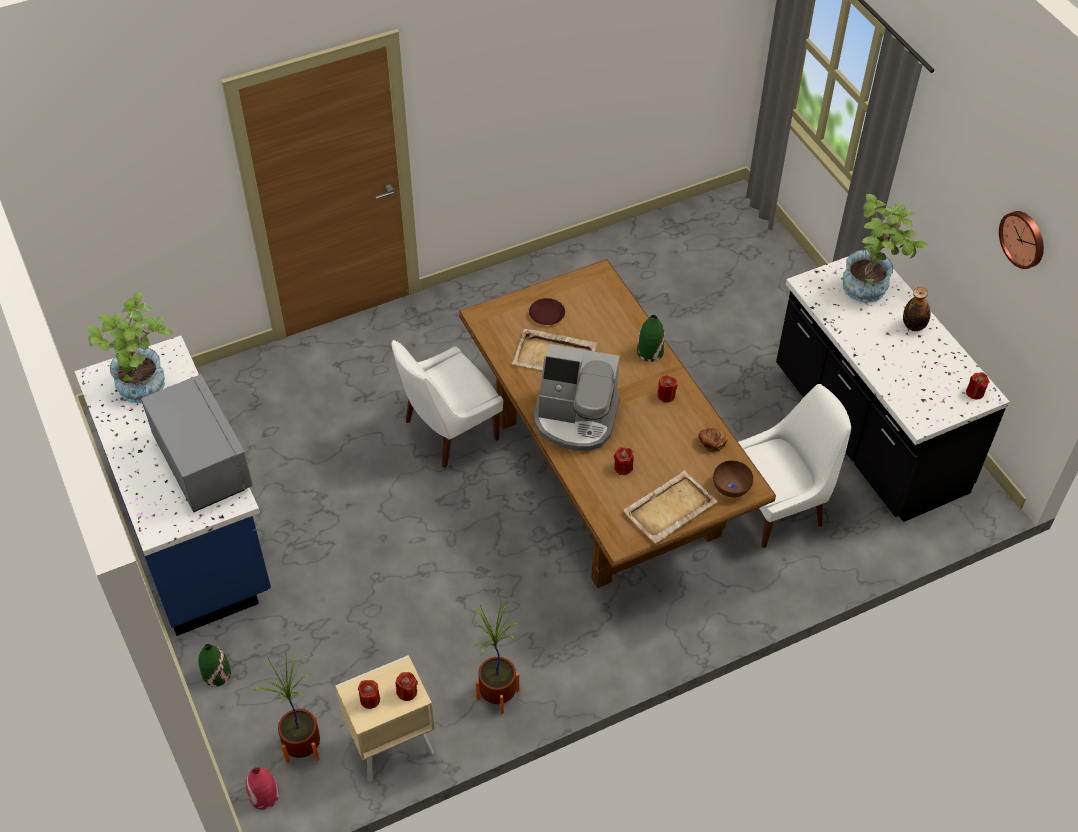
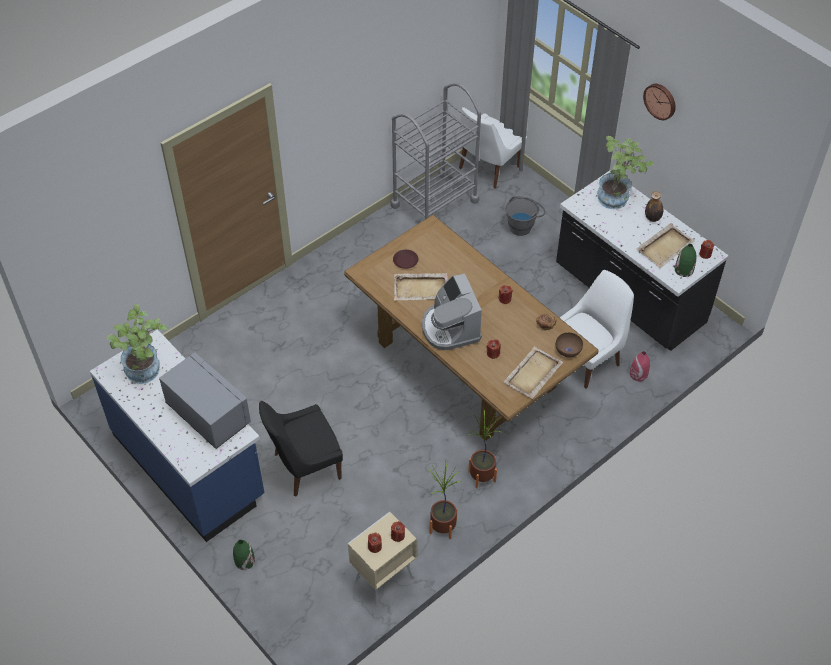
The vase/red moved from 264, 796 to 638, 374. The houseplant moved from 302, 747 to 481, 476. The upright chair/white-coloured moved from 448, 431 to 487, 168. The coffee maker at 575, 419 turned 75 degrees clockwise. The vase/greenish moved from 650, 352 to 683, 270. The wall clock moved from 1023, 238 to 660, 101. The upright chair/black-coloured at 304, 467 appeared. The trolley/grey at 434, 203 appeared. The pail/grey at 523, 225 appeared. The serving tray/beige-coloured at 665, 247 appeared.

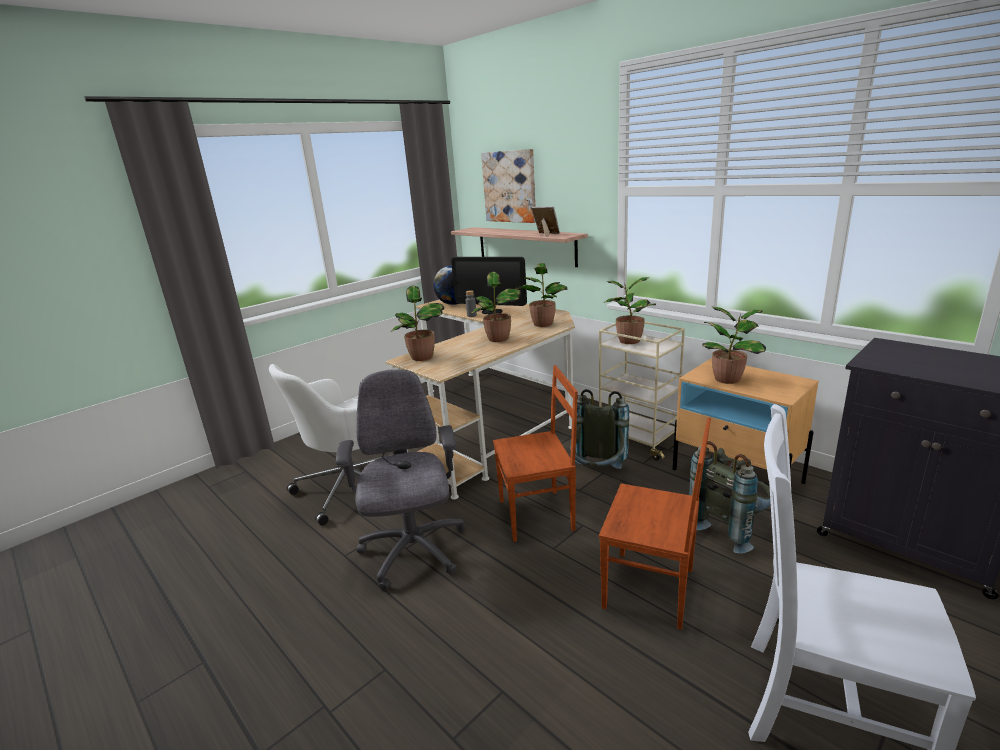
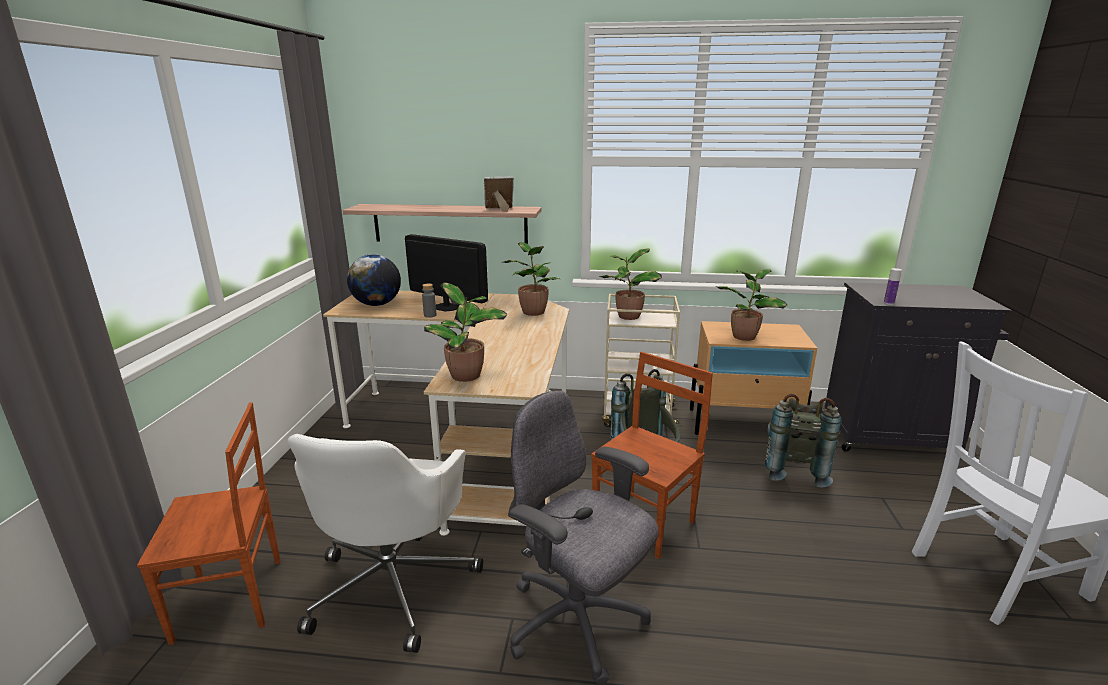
The computer display at 492, 311 turned 135 degrees counterclockwise. The houseplant at 499, 339 disappeared. The wall picture at 510, 186 disappeared. The upright chair/brown moved from 650, 590 to 231, 600. The drink bottle at 888, 303 appeared.

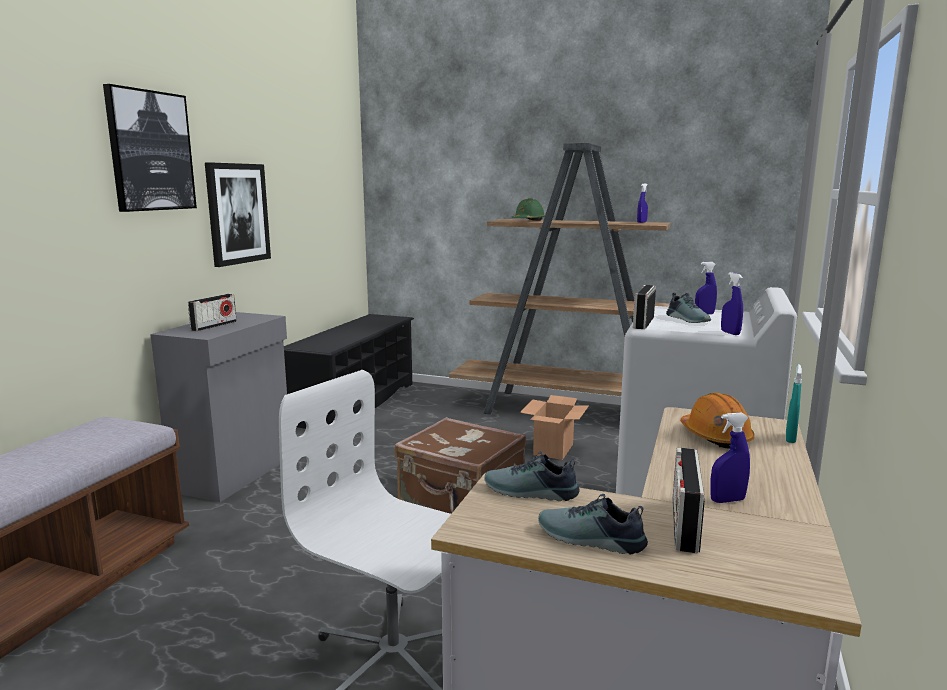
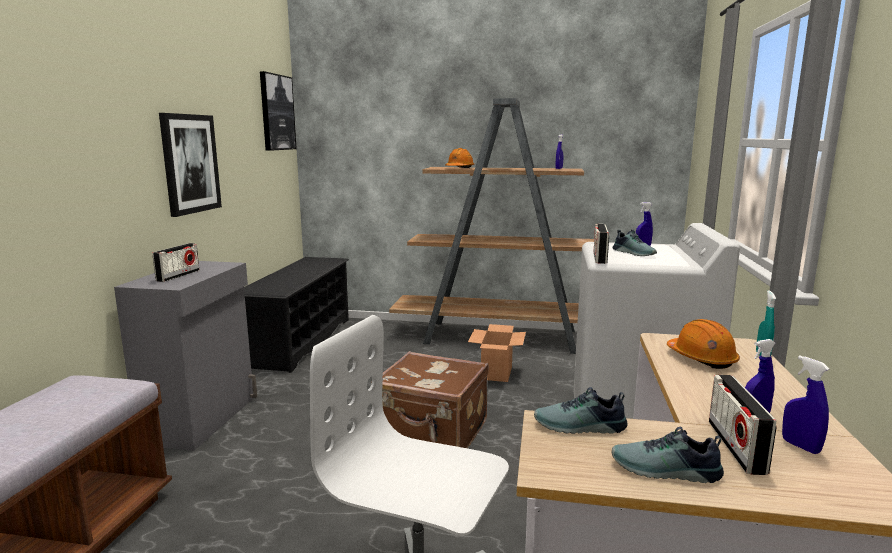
The wall picture moved from 150, 151 to 277, 112. The safety helmet/greenish at 528, 221 became the safety helmet/orange-coloured at 459, 168. The sprayer/bluish moved from 730, 333 to 800, 446.

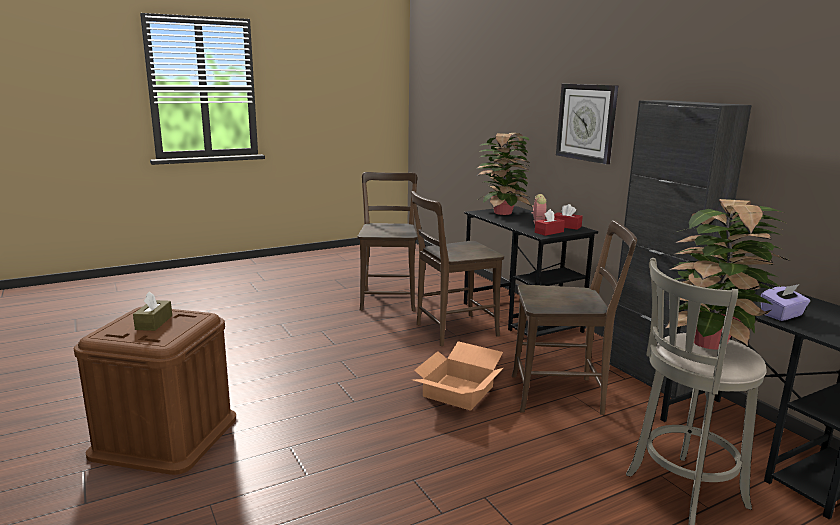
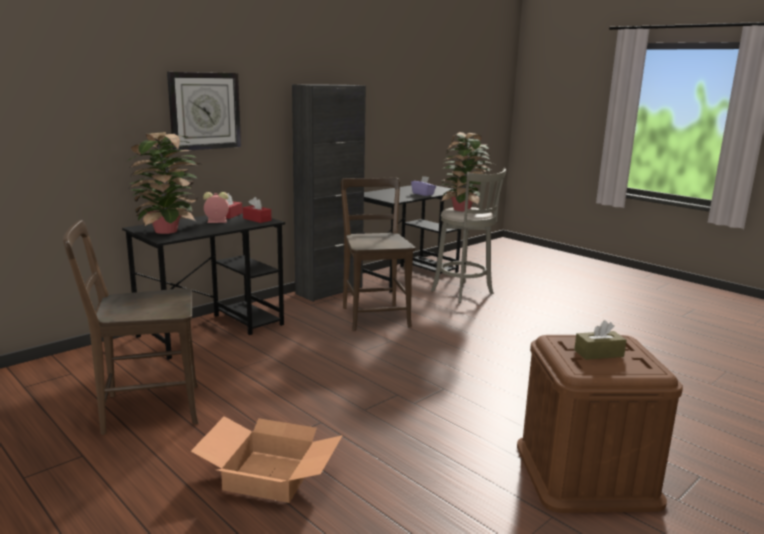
The upright chair/brown at 452, 330 disappeared. The cardboard box moved from 458, 392 to 271, 475.

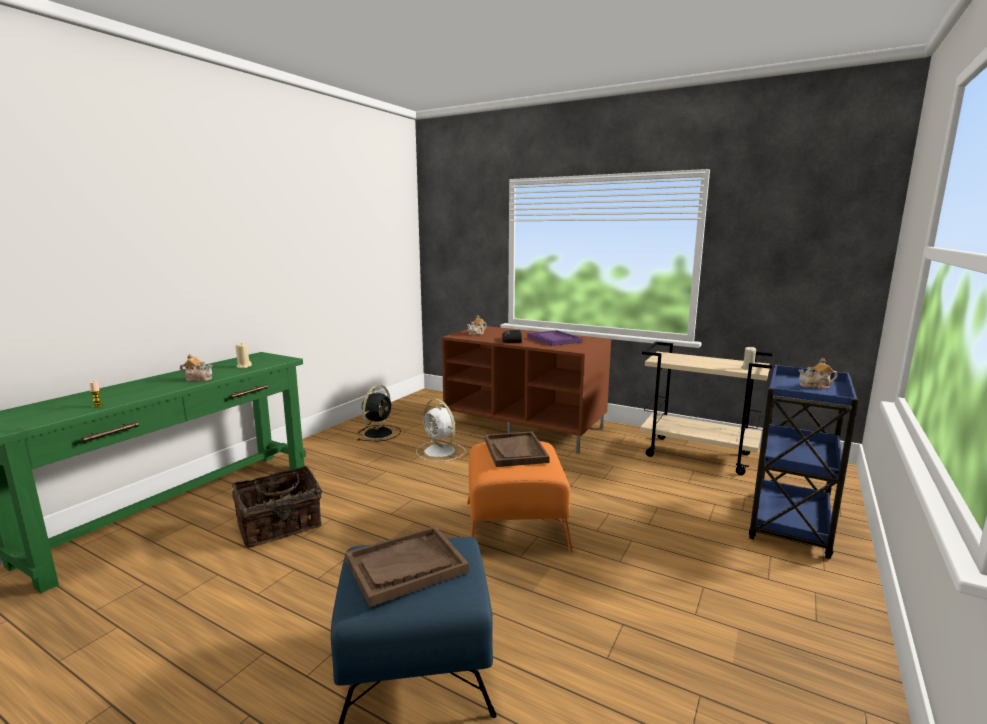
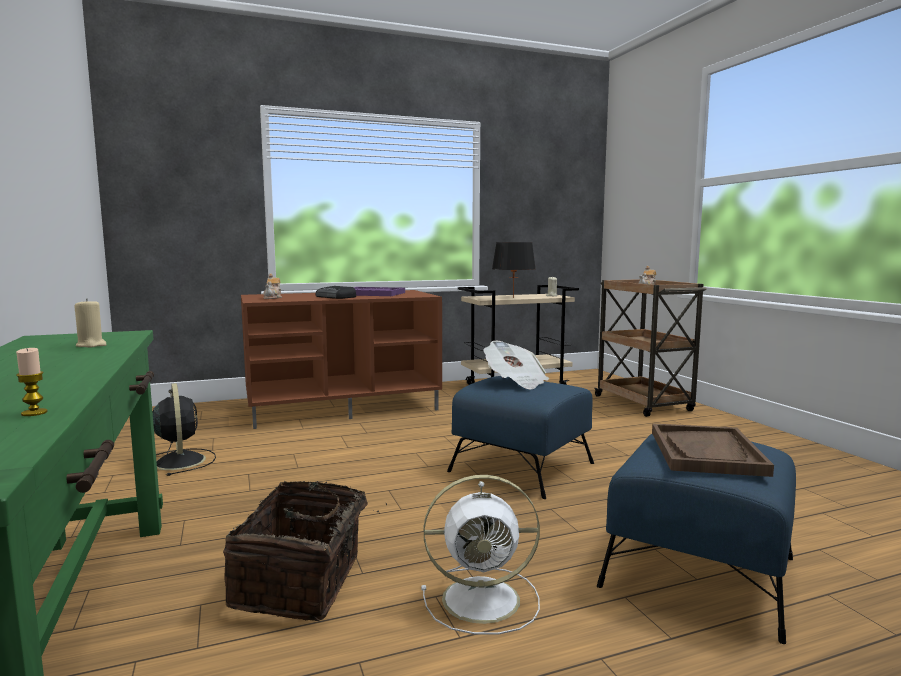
The tea pot at 198, 379 disappeared. The electric fan/white-coloured moved from 440, 452 to 484, 599. The footrest/orange-coloured at 515, 526 became the footrest/bluish at 522, 467. The serving tray/brown at 515, 451 was replaced by the printed paper at 515, 382. The trolley/bluish at 790, 525 became the trolley/brown at 644, 404. The lamp for a table/black-coloured at 513, 297 appeared.

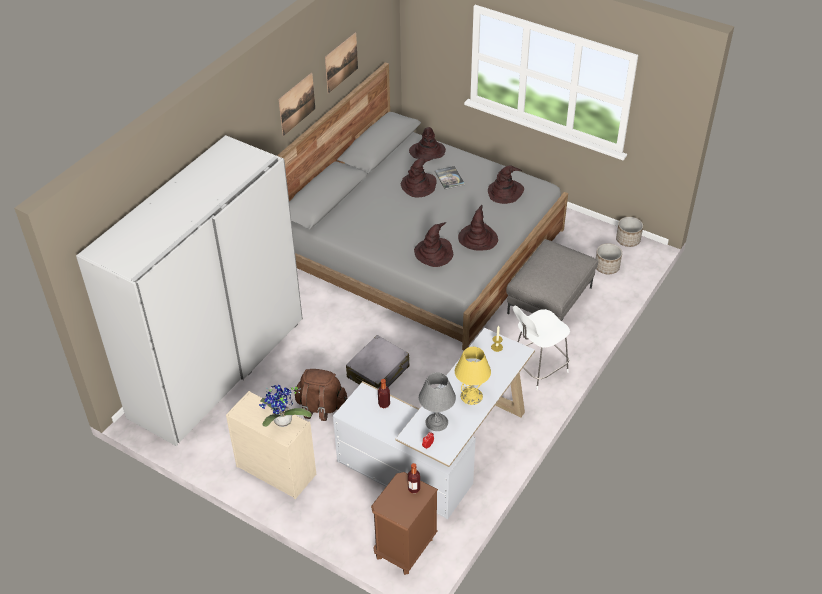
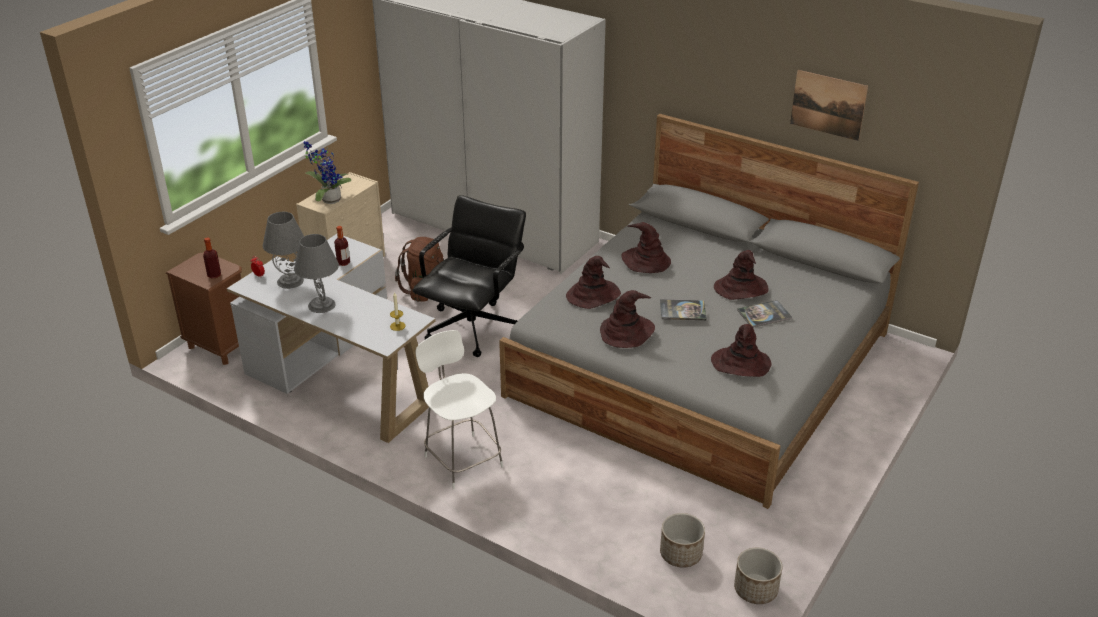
The wall picture at 297, 104 disappeared. The travel case/grey at 378, 372 was replaced by the computer chair/black-coloured at 473, 328. The clothing hat/brown moved from 427, 151 to 646, 261. The lamp for a table/yellow-coloured at 471, 396 became the lamp for a table/grey at 321, 305. The footrest/grey at 549, 300 disappeared. The bound book at 682, 311 appeared.

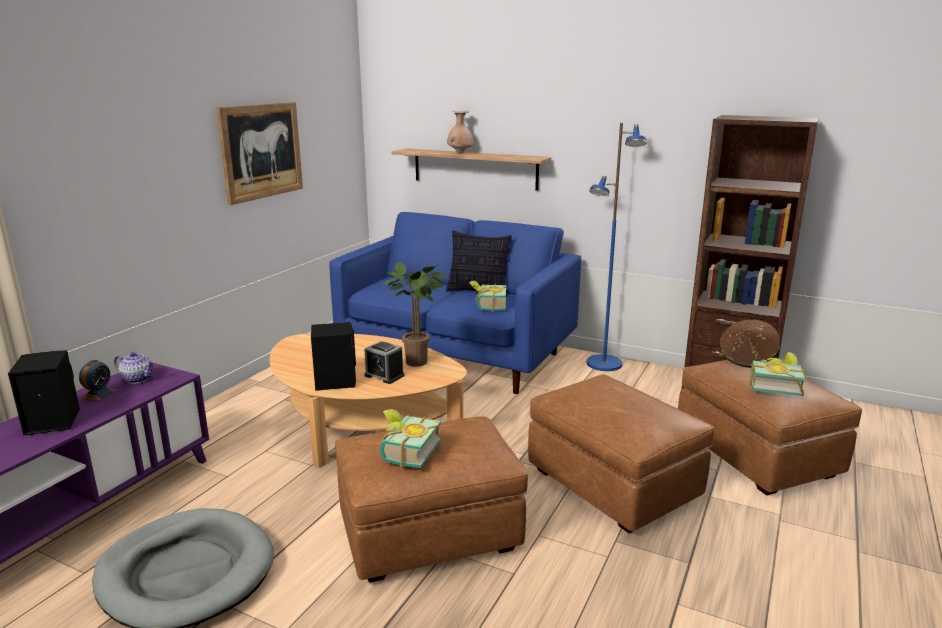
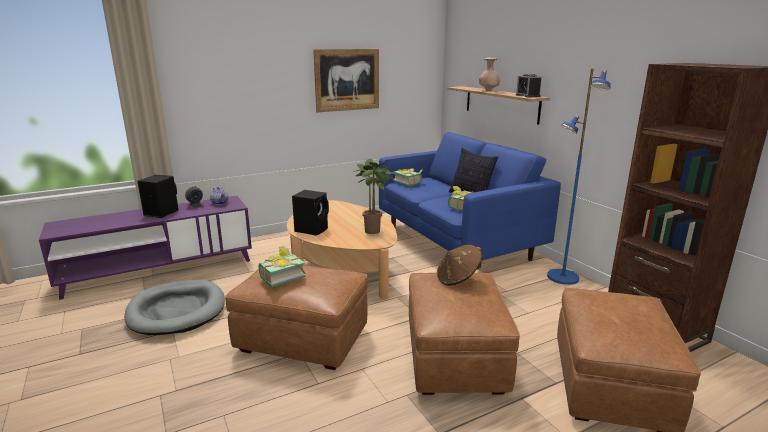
The bedside clock moved from 384, 375 to 527, 96. The clothing hat/brown moved from 747, 359 to 458, 278. The bound book moved from 774, 386 to 409, 183.

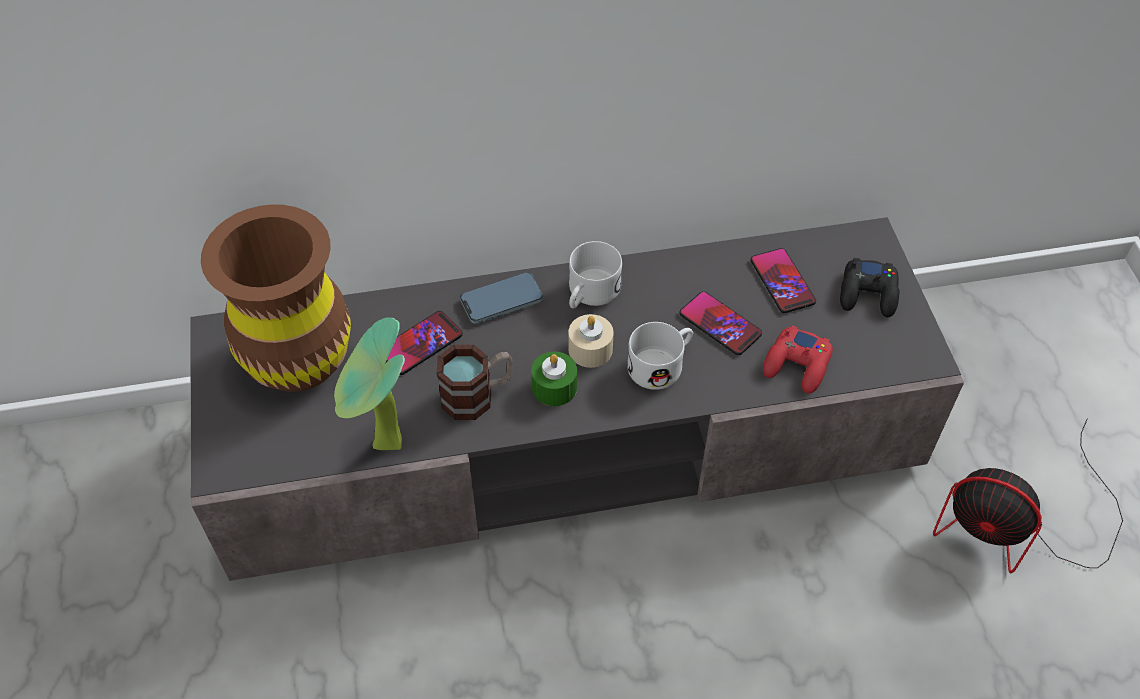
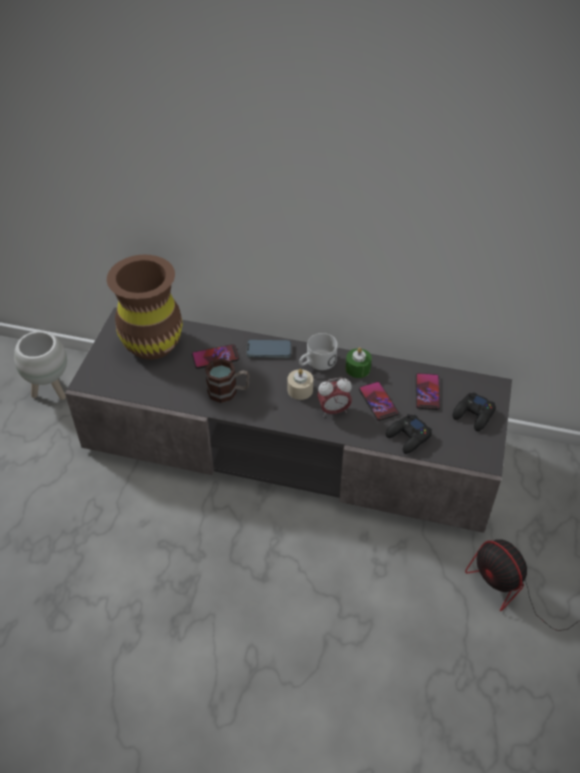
The houseplant at 384, 449 disappeared. The wax light/greenish moved from 554, 387 to 358, 368. The tea mug/white-coloured at 662, 364 was replaced by the bedside clock at 333, 410. The game controller/red at 797, 365 became the game controller/black-coloured at 408, 437. The plant pot/white-coloured at 51, 391 appeared.

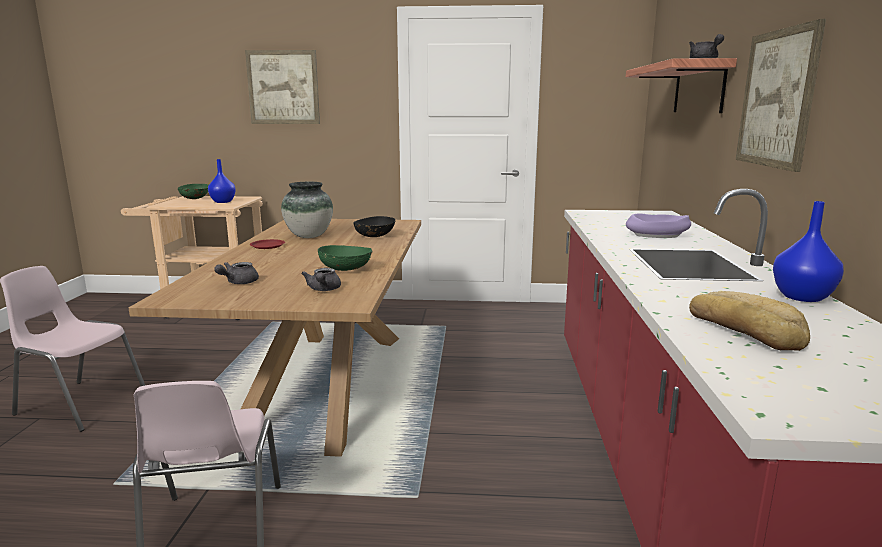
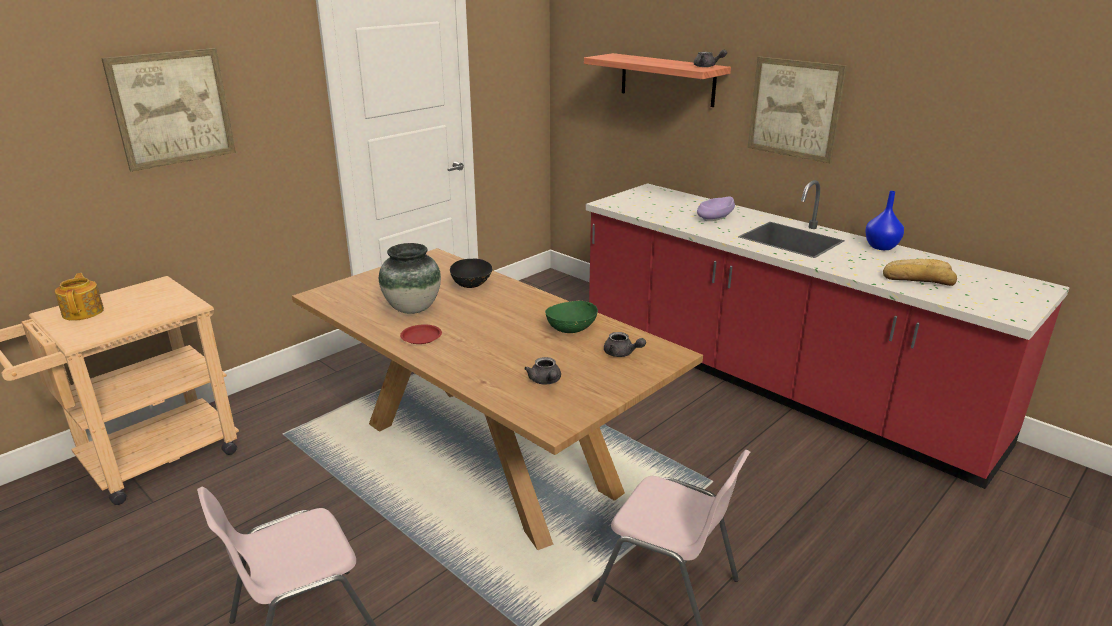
The serving bowl/greenish at 195, 199 was replaced by the tea pot at 84, 312. The vase/bluish at 223, 201 disappeared.

